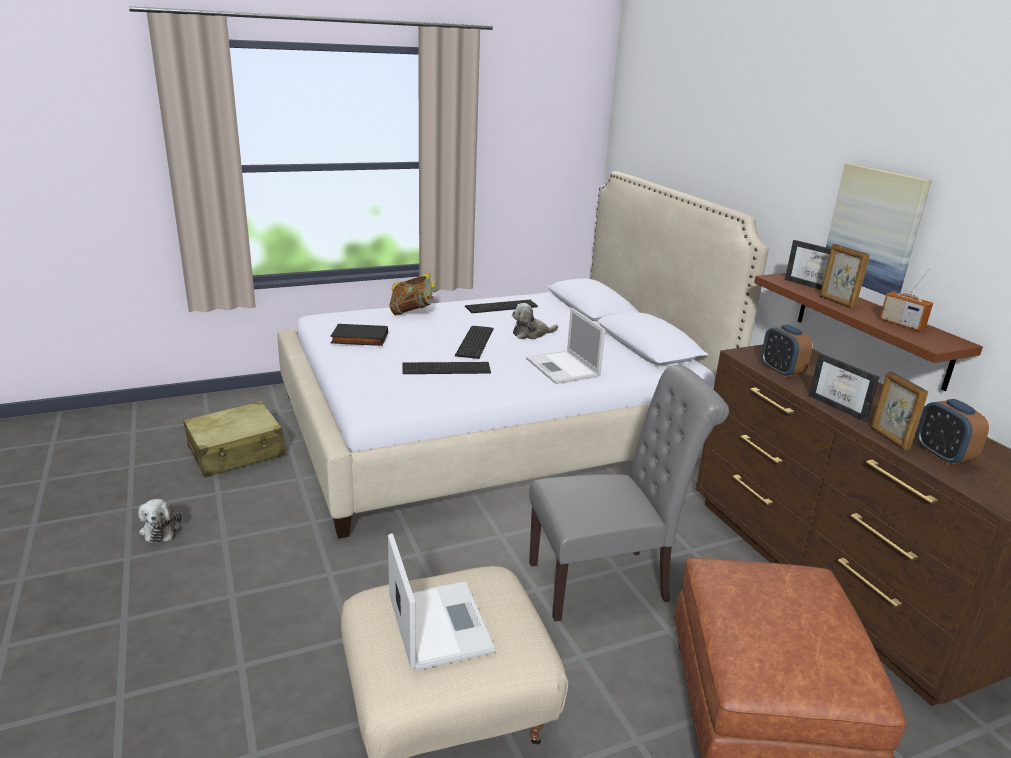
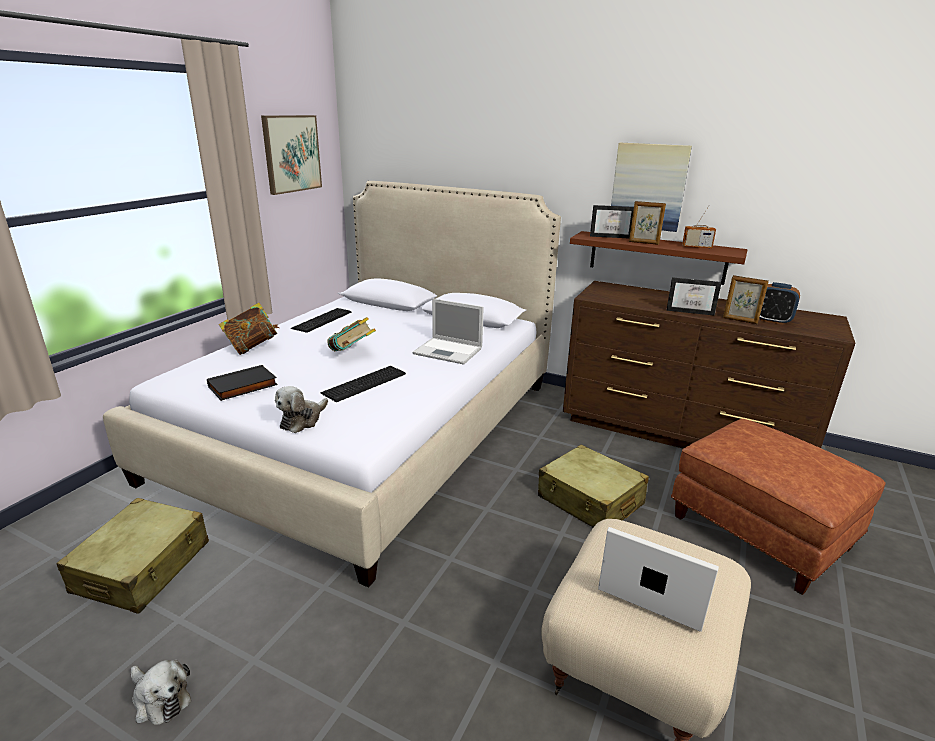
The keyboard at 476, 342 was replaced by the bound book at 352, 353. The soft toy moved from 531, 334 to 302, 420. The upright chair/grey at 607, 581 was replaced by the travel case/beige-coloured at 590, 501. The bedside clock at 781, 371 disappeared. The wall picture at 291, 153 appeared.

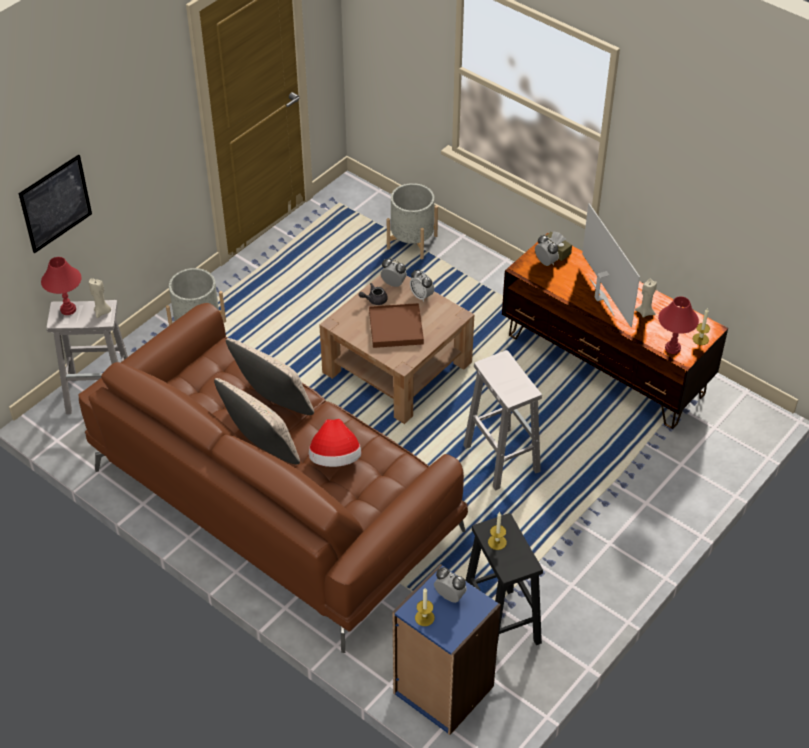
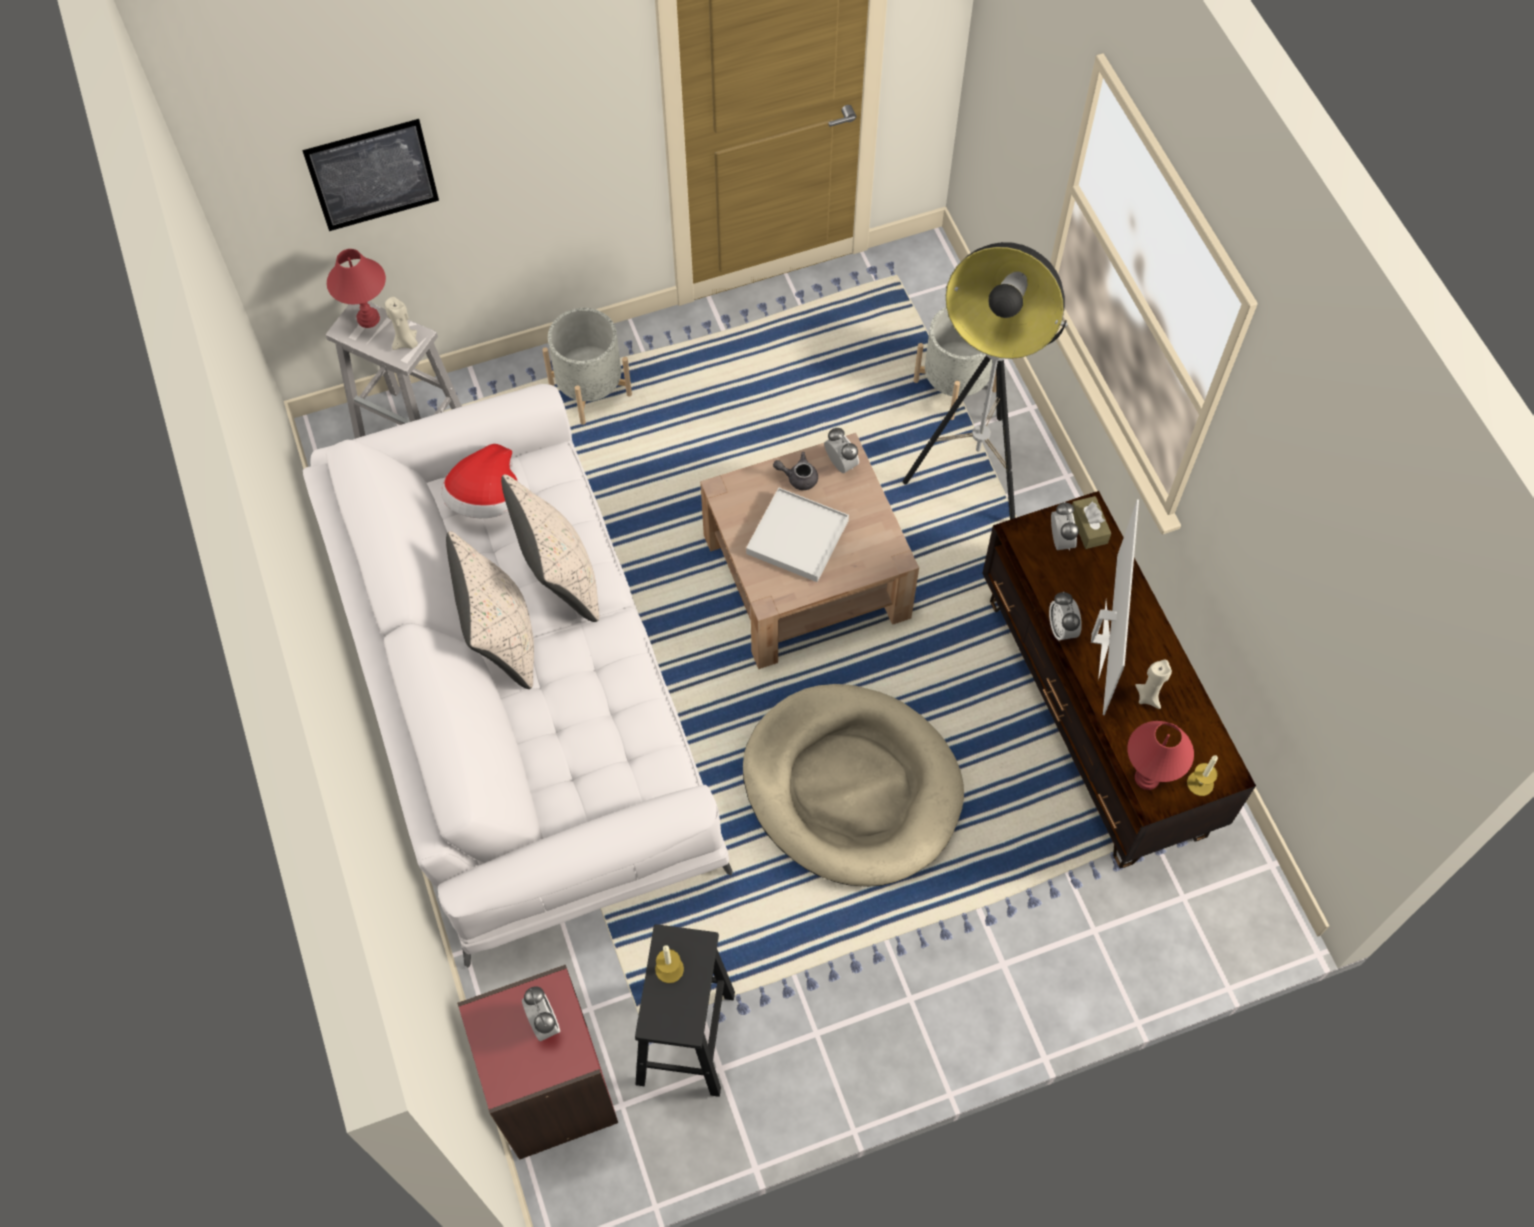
The settee/brown at 273, 499 became the settee/white-coloured at 524, 695. The clothing hat moved from 335, 459 to 485, 499. The serving tray/brown at 396, 327 became the serving tray/white-coloured at 797, 537. The shelving unit/bluish at 442, 690 became the shelving unit/red at 551, 1091. The bedside clock moved from 421, 296 to 1061, 629. The wax light at 424, 617 disappeared. The stool seat/white-coloured at 500, 457 was replaced by the dog cushion/beige-coloured at 851, 787. The standard lamp at 974, 471 appeared.

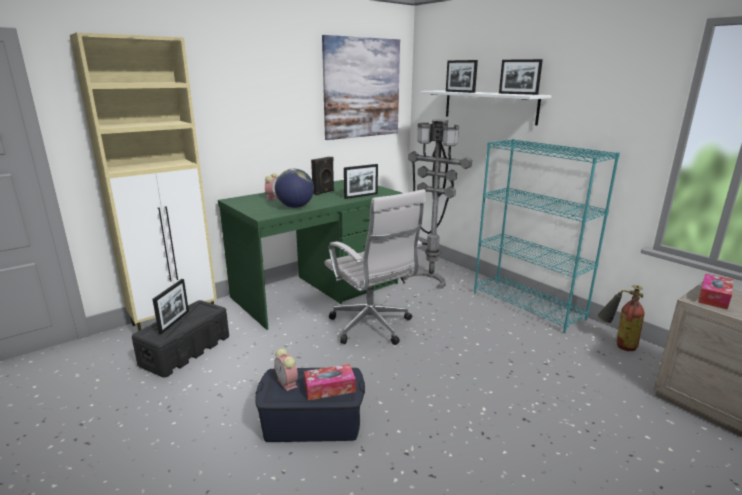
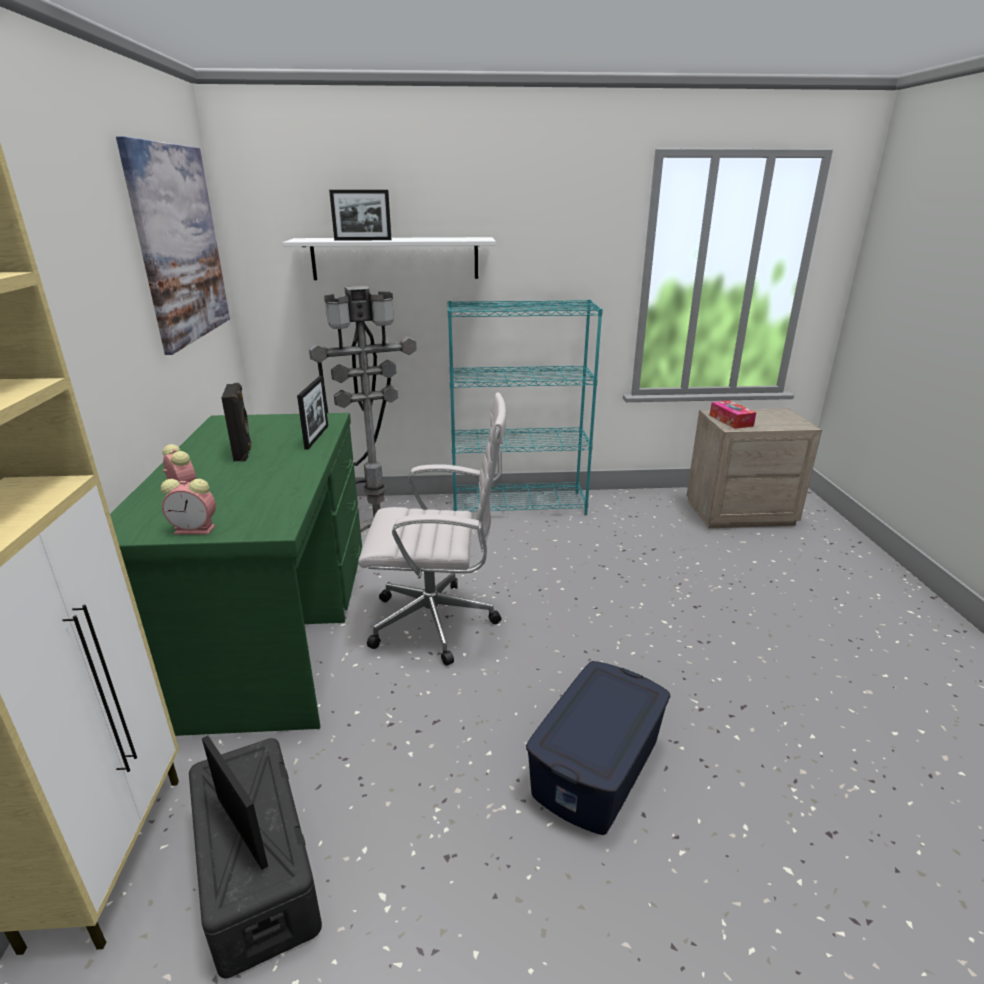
The bedside clock moved from 288, 384 to 196, 529. The world globe at 295, 207 disappeared. The tissue holder at 329, 388 disappeared. The standing frame at 518, 94 disappeared. The fire-fighting cylinder at 617, 344 disappeared.

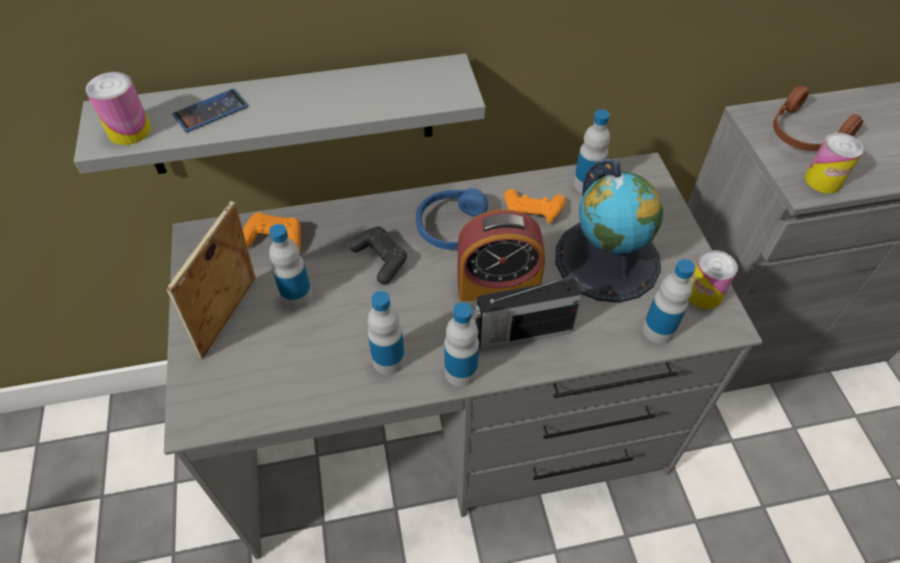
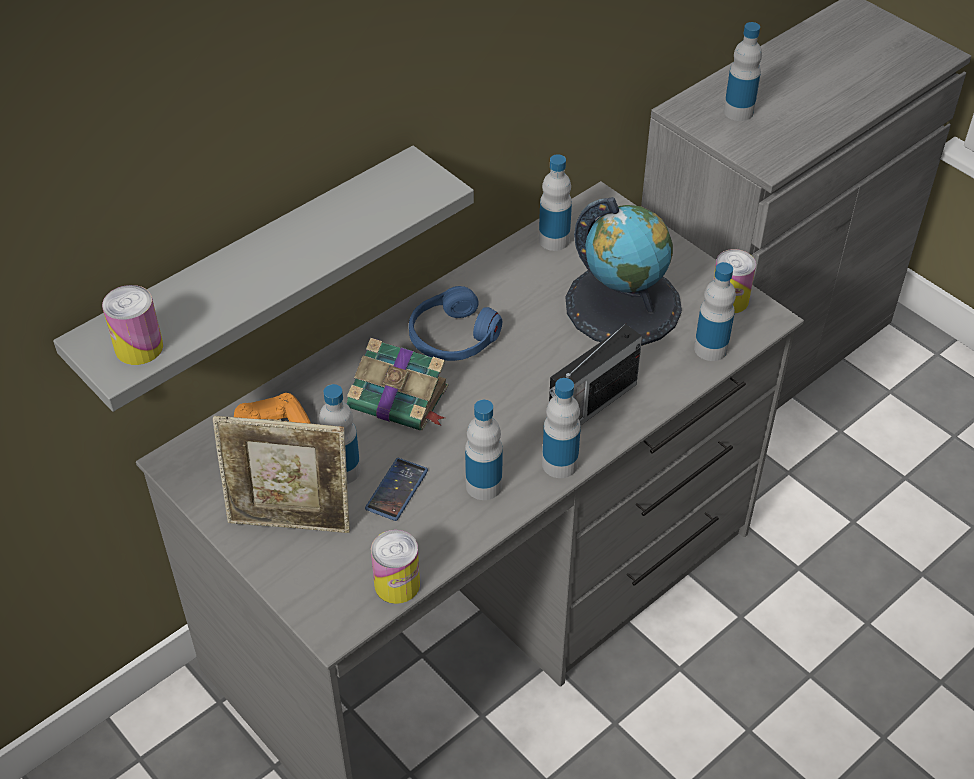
The standing frame at 231, 319 turned 75 degrees counterclockwise. The handset moved from 211, 111 to 397, 490. The game controller/black-coloured at 380, 259 was replaced by the bound book at 400, 398. The bedside clock at 497, 285 disappeared. The game controller/orange-coloured at 533, 211 disappeared. The pair of headphones/brown at 804, 134 was replaced by the drink bottle at 738, 111. The can moved from 823, 180 to 397, 584.

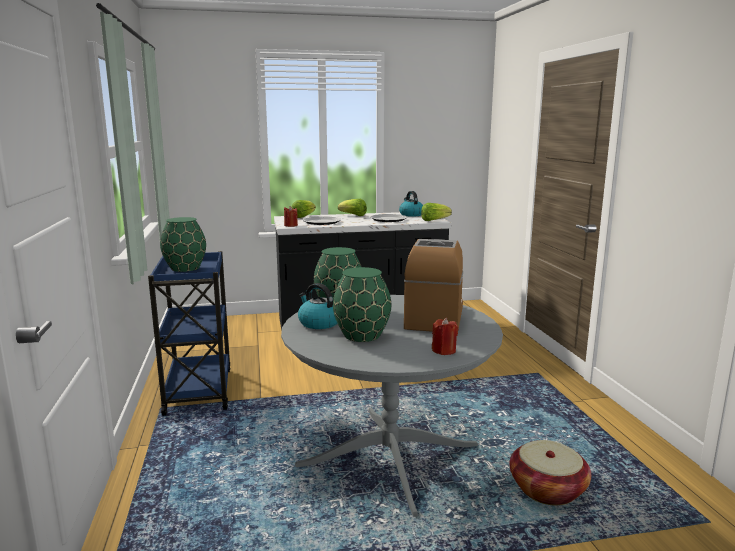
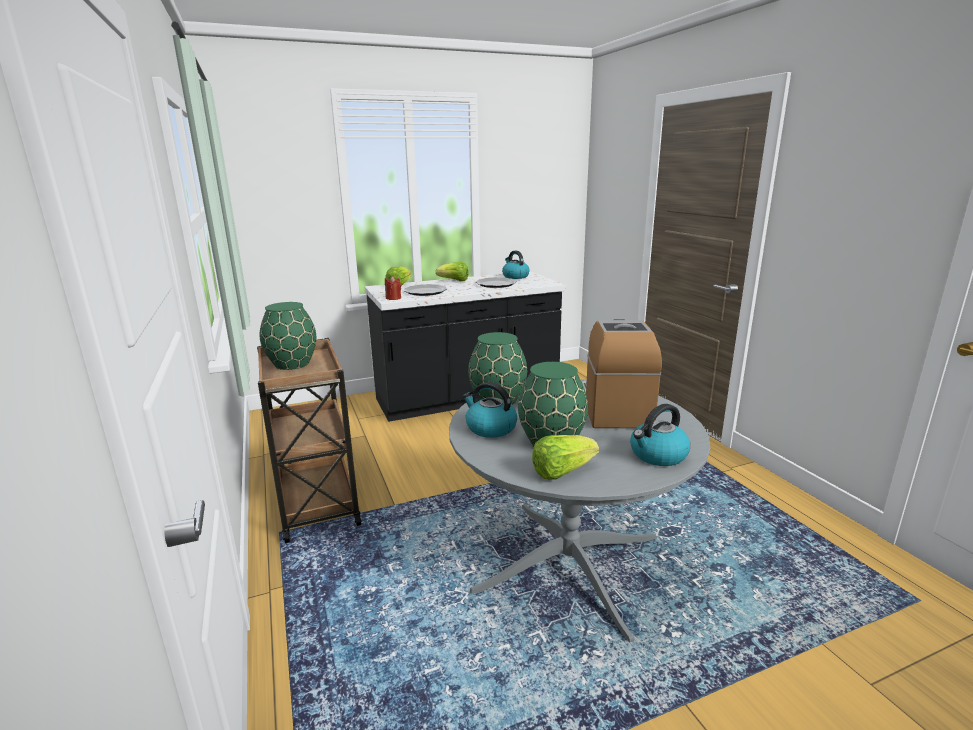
The trolley/bluish at 199, 390 became the trolley/brown at 317, 502. The lettuce moved from 434, 220 to 562, 471. The wax light/red at 444, 351 was replaced by the water kettle at 657, 455. The storage basket at 547, 489 disappeared.

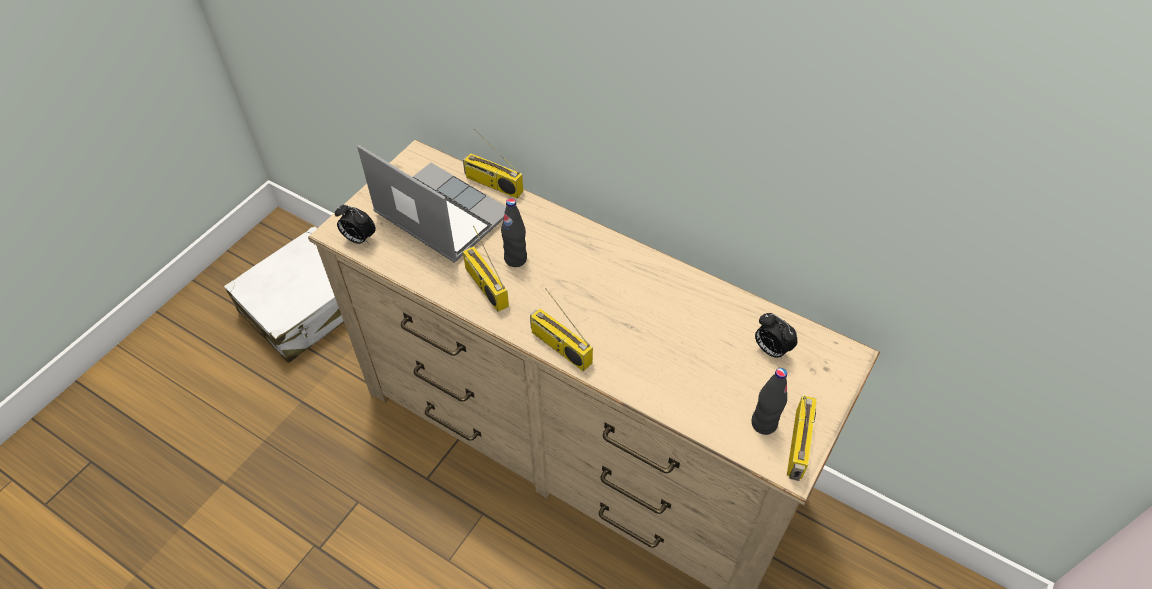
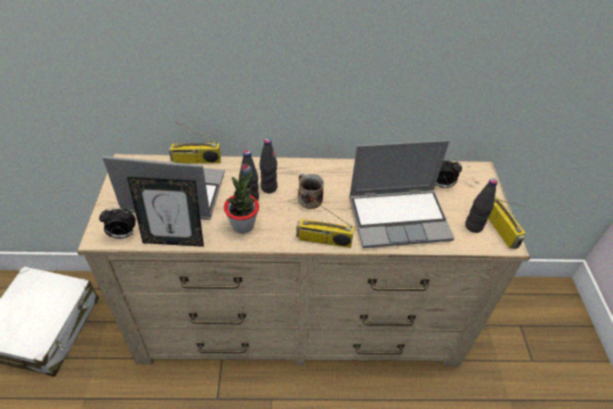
The radio set at 485, 286 was replaced by the houseplant at 243, 225. The standing frame at 174, 240 appeared. The drink bottle/black-coloured at 269, 187 appeared. The tea mug at 309, 198 appeared. The portable computer at 399, 218 appeared.

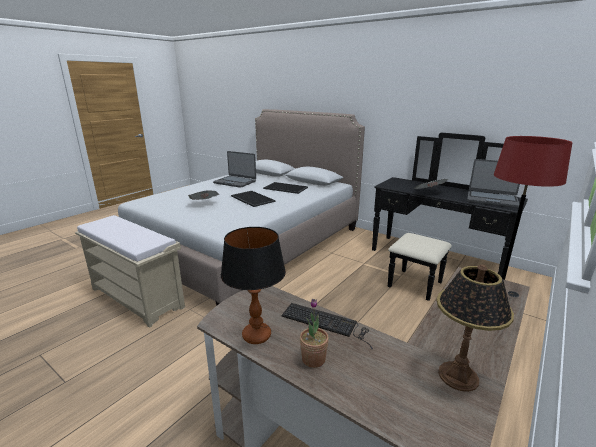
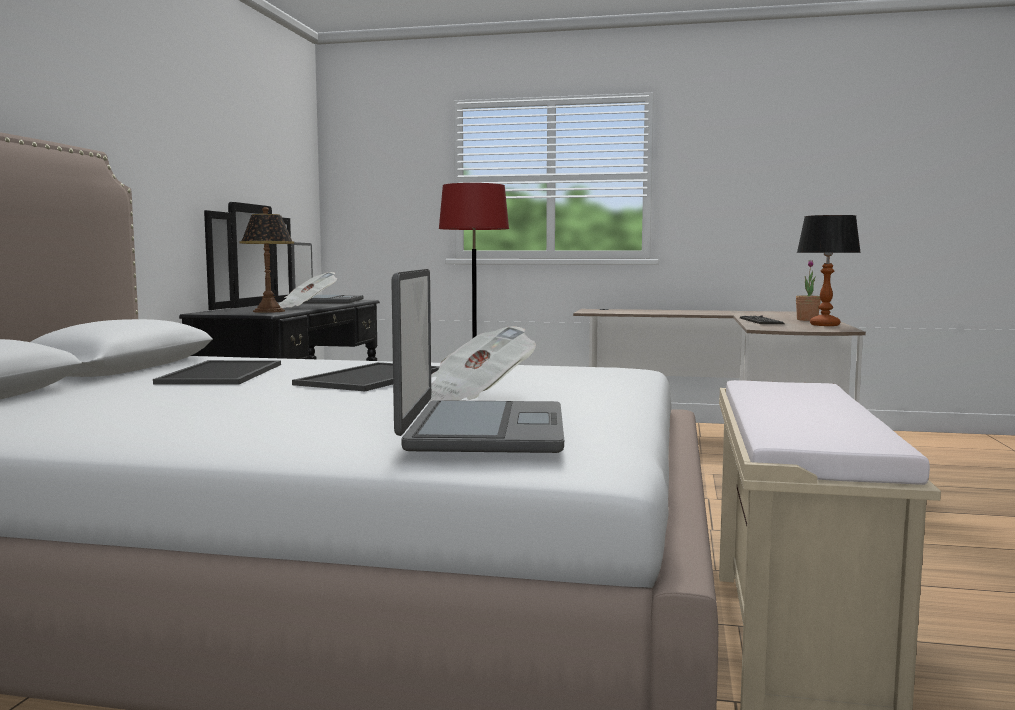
The portable computer moved from 235, 182 to 483, 430. The lamp for a table moved from 458, 376 to 269, 311.

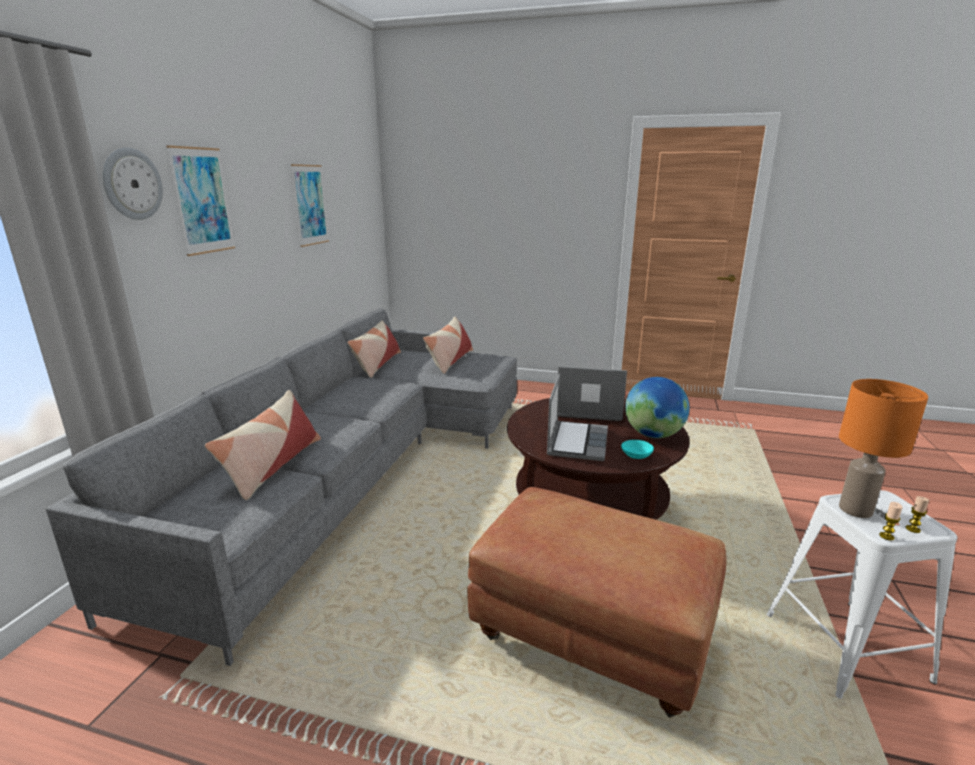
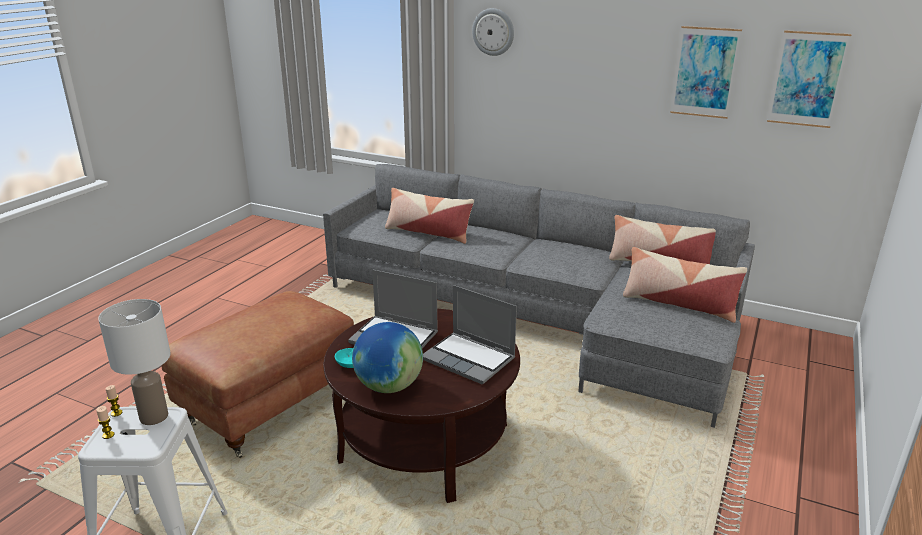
The wall picture moved from 202, 201 to 807, 79. The portable computer at 588, 410 turned 105 degrees clockwise. The lamp for a table/orange-coloured at 855, 510 became the lamp for a table/white-coloured at 154, 416.

